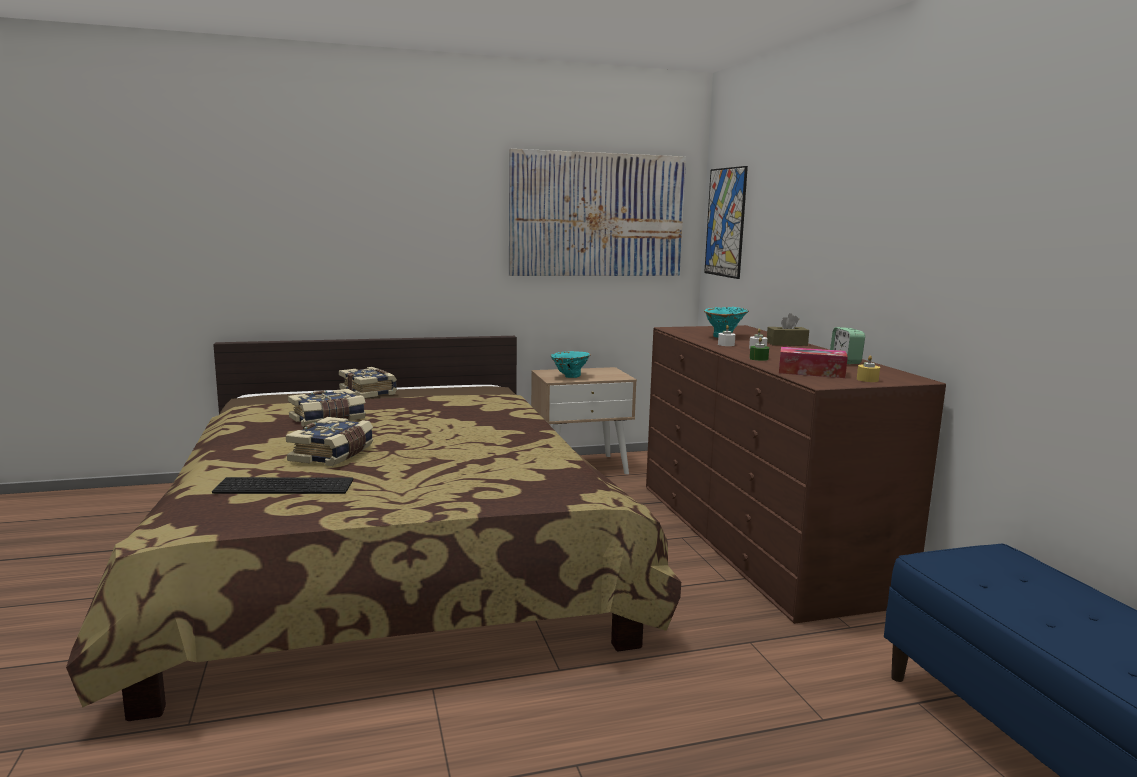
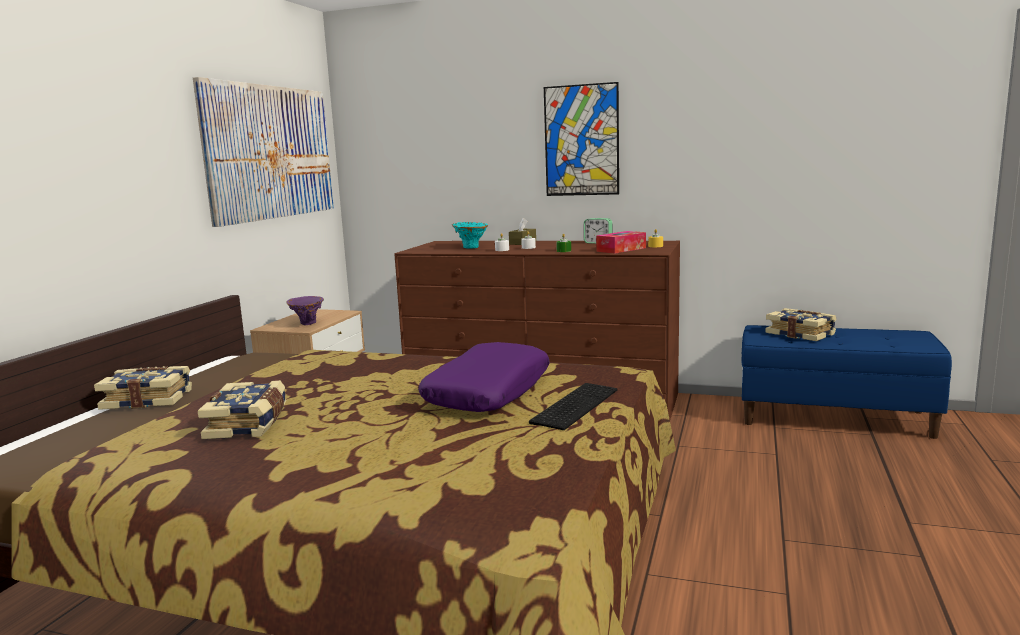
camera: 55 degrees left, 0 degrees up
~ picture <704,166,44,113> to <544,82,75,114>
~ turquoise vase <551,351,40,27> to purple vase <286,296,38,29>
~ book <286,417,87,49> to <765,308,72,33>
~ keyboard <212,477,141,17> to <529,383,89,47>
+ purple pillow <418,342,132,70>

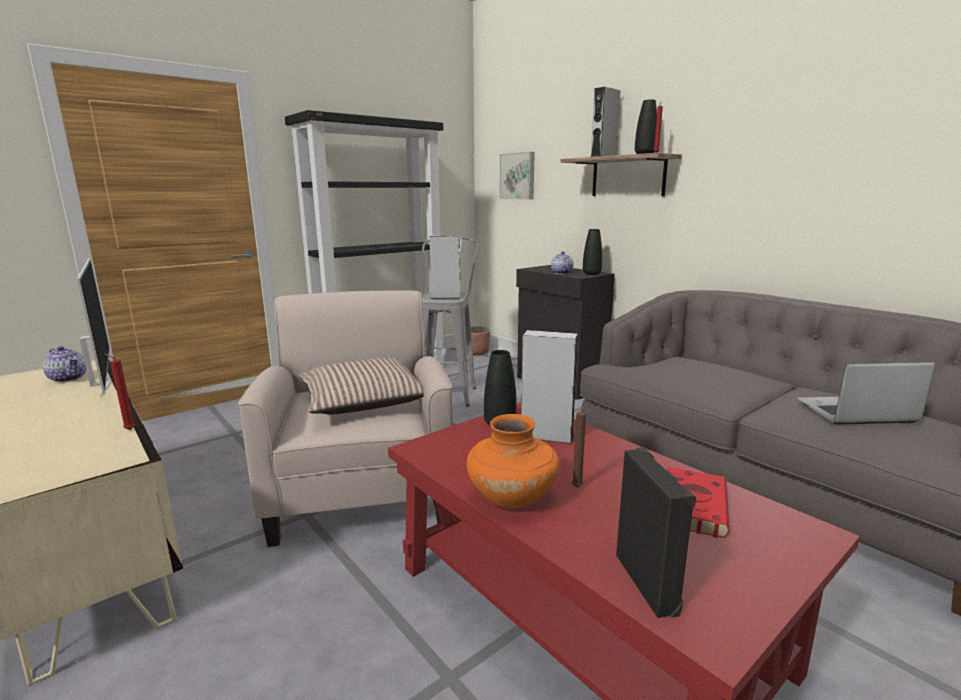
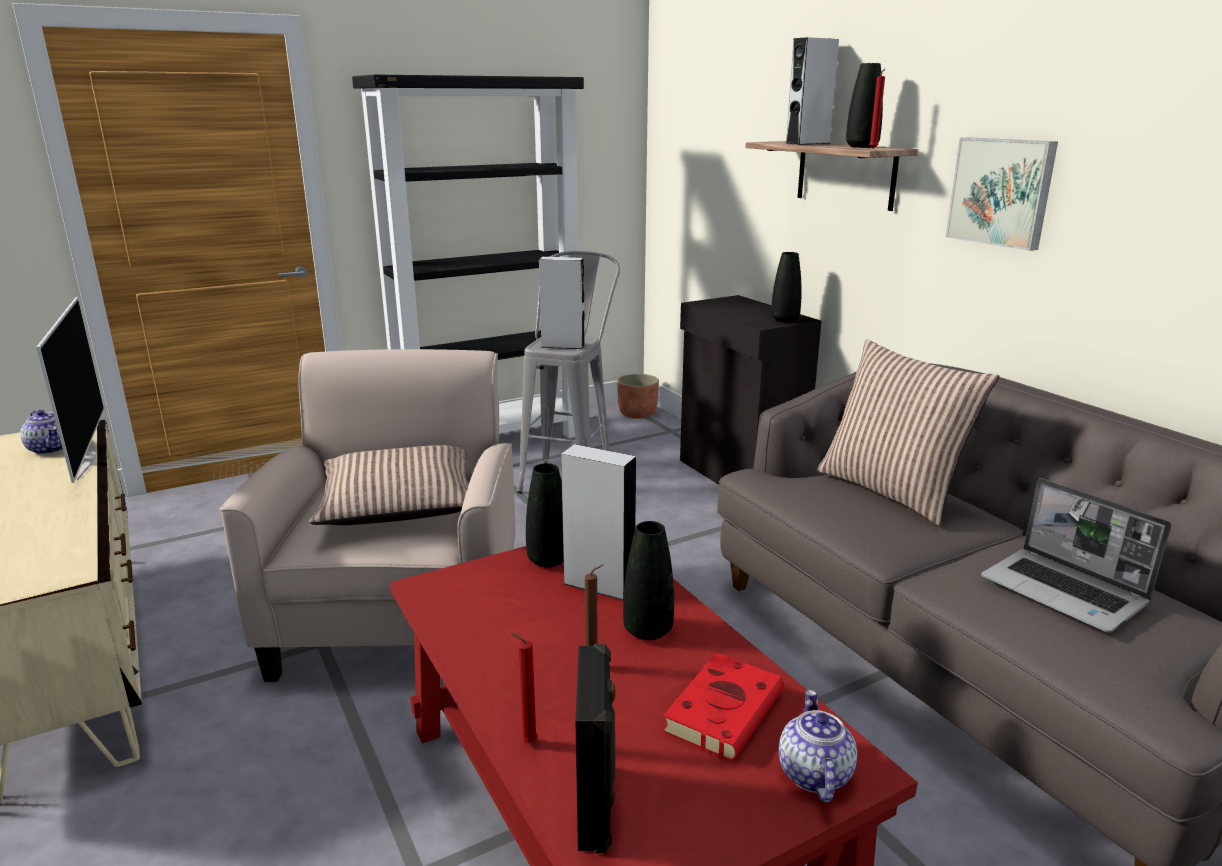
camera: 10 degrees right, 5 degrees up
~ picture <500,152,35,47> to <945,137,113,114>
~ teapot <551,251,23,23> to <779,690,78,112>
~ red candle <104,353,31,77> to <510,632,28,111>
~ laptop <797,362,139,63> = <981,478,190,154> 135 degrees counterclockwise
- orange vase <467,414,93,95>
+ pillow <817,339,182,187>
+ black vase <623,521,51,119>

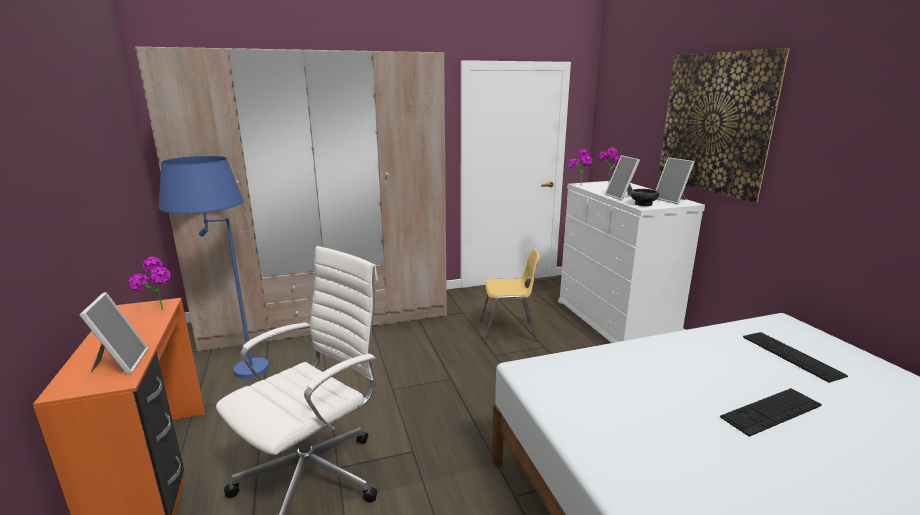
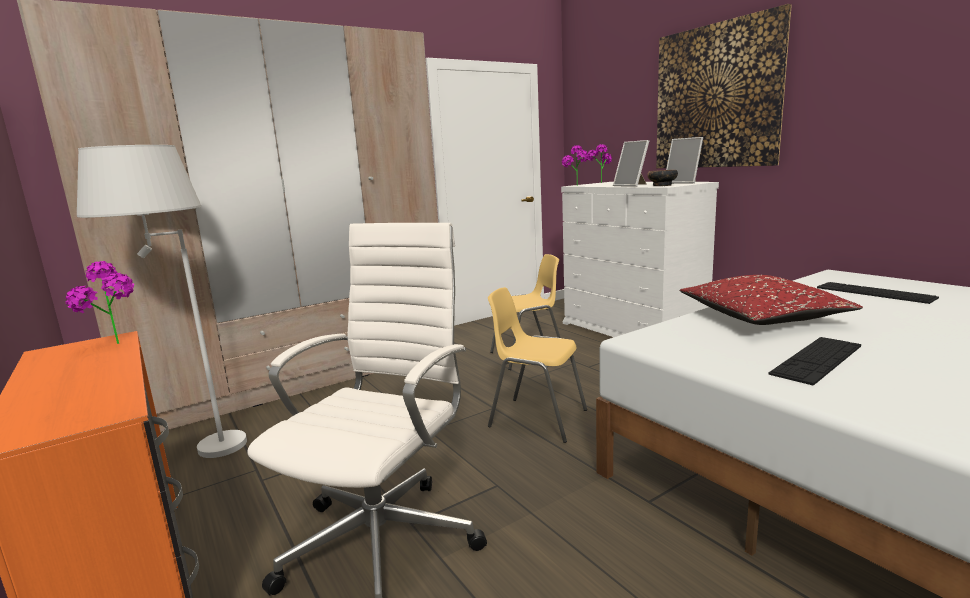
camera: 15 degrees left, 5 degrees down
~ blue floor lamp <159,156,110,223> to white floor lamp <77,145,170,313>
- picture frame <79,292,70,83>
~ keyboard <720,388,102,49> to <768,337,93,49>
+ red pillow <680,275,183,50>
+ yellow chair <488,287,99,156>

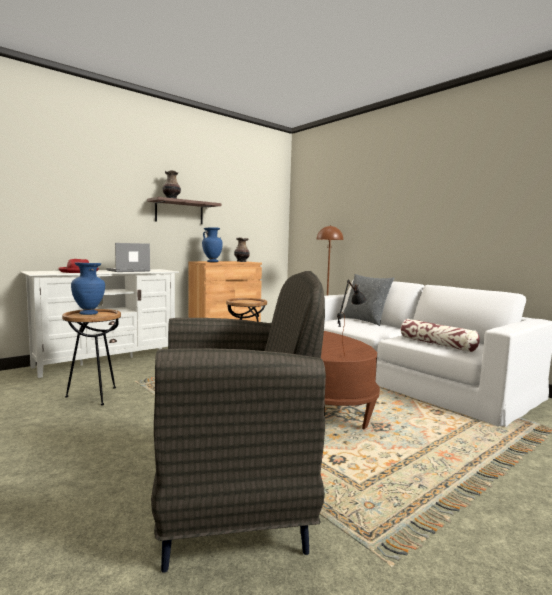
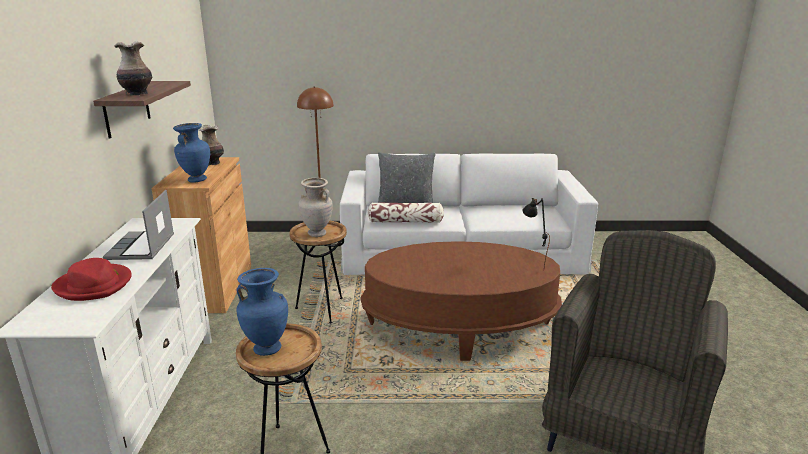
camera: 50 degrees left, 15 degrees up
~ pillow <401,319,79,33> to <368,203,76,20>
+ beige vase <298,178,35,59>

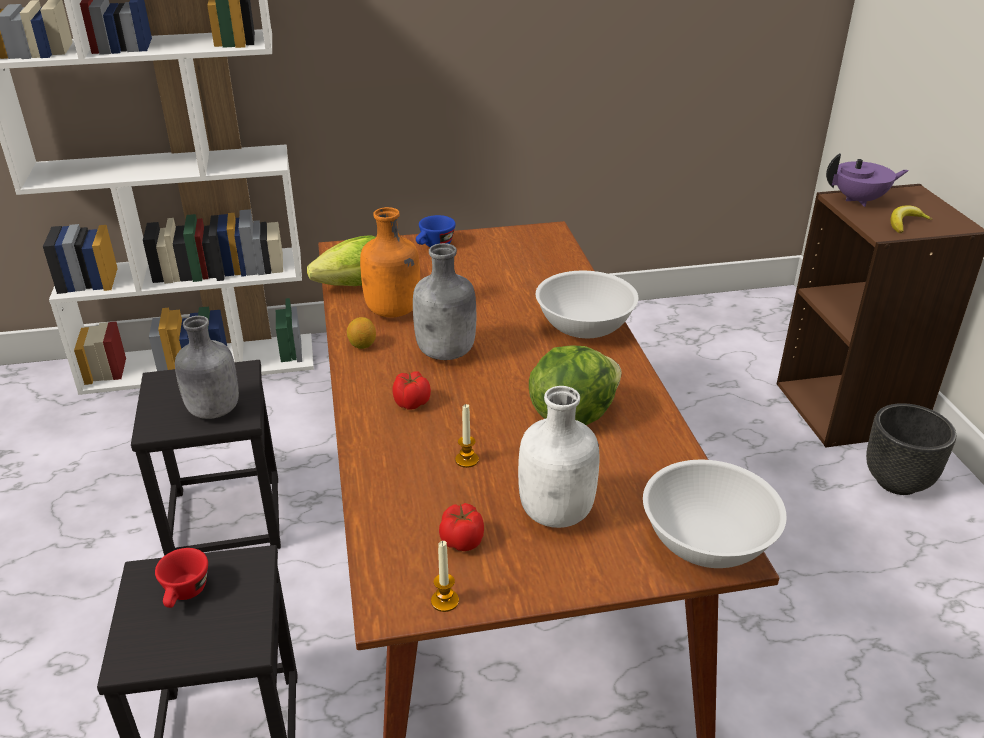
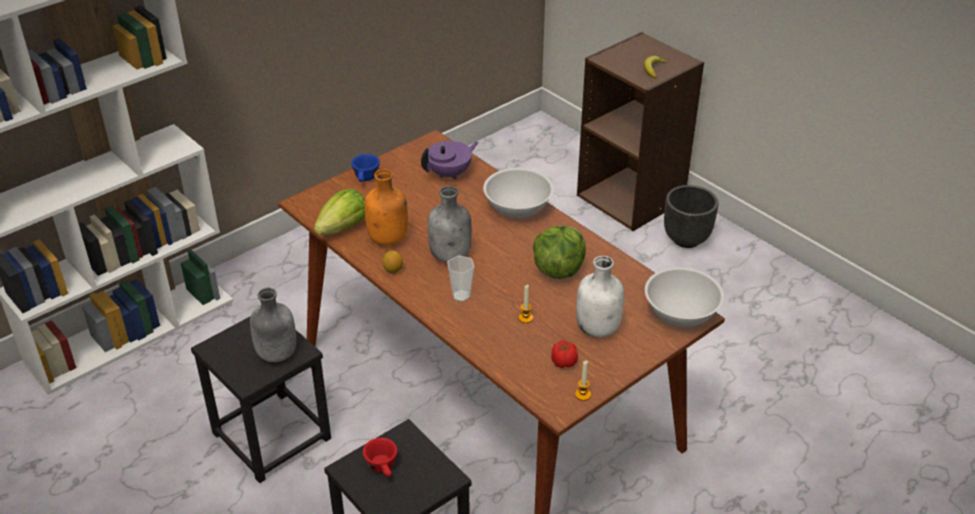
camera: 30 degrees left, 5 degrees up
~ purple teapot <826,154,83,53> to <421,141,58,39>
~ tomato <392,371,39,39> to cup <447,255,27,47>

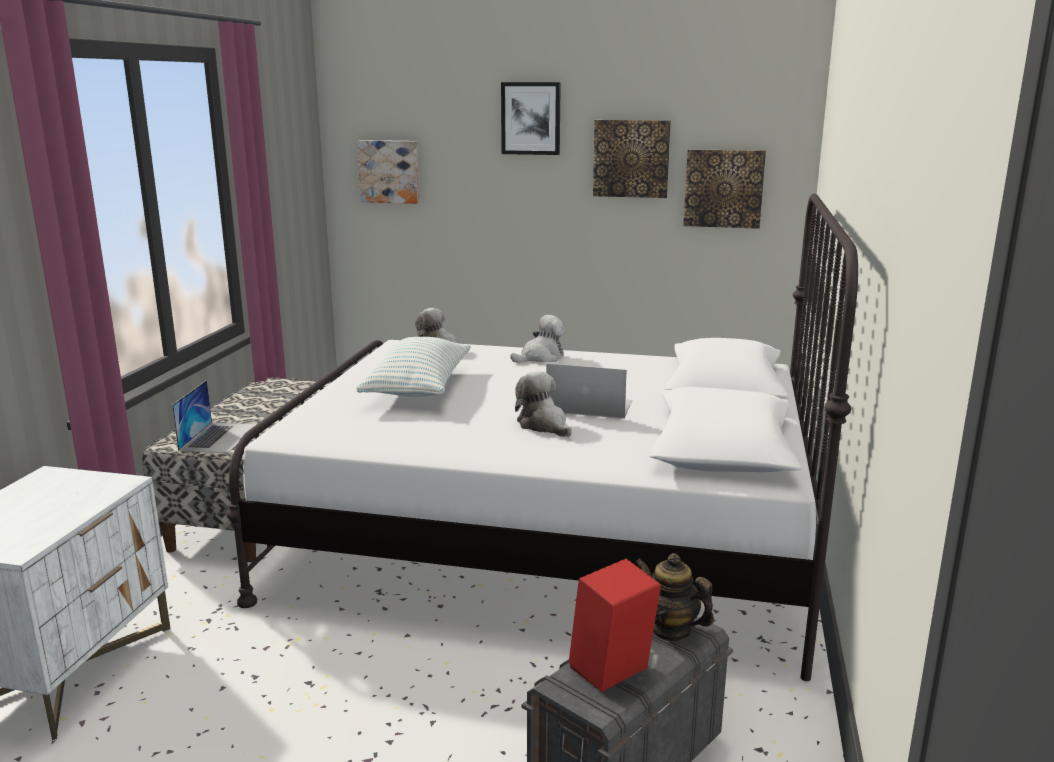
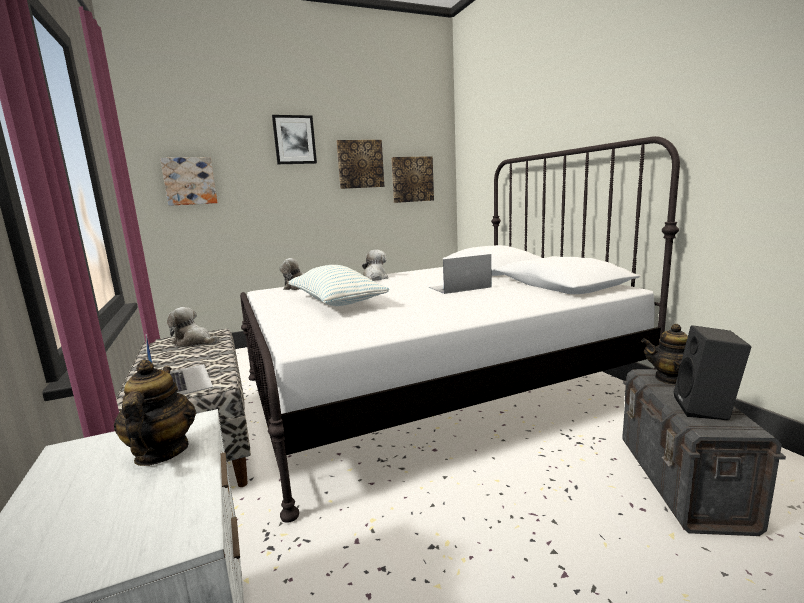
camera: 35 degrees left, 5 degrees down
~ plush toy <515,371,57,66> to <167,307,51,40>
~ red speaker <569,559,92,133> to black speaker <674,325,77,95>
+ teapot <114,360,82,106>

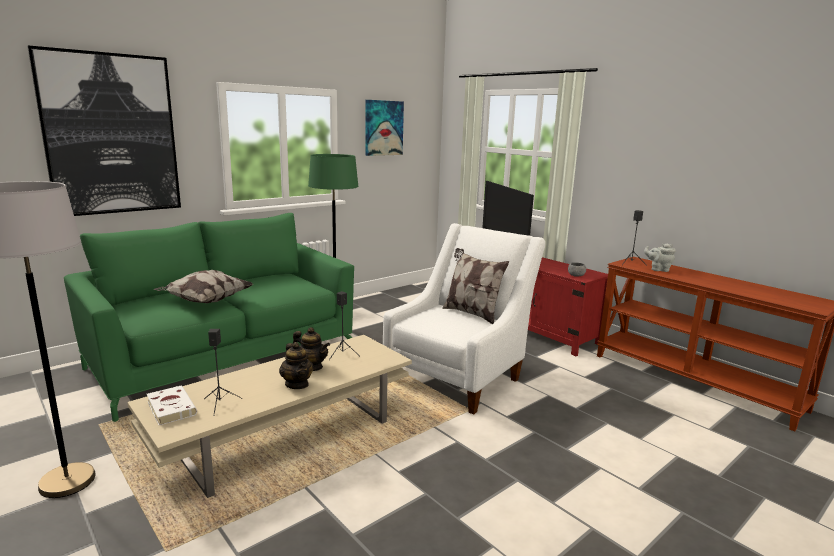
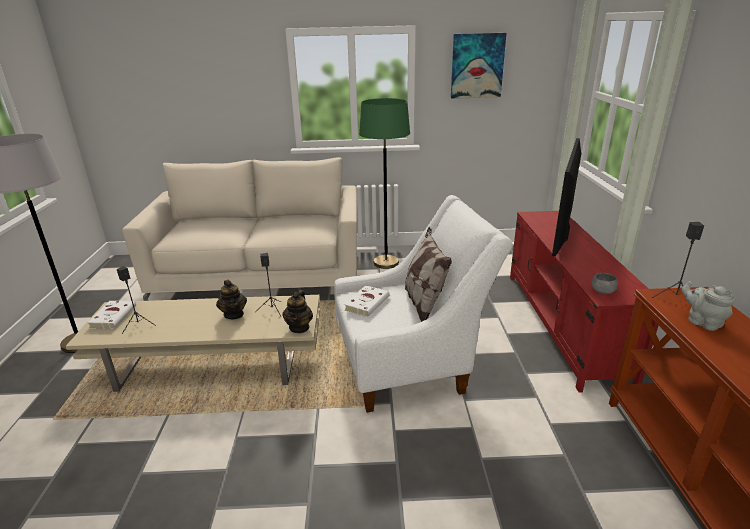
camera: 40 degrees right, 10 degrees up
- picture <27,45,154,171>
~ green sofa <64,213,290,209> to beige sofa <122,157,235,144>
- pillow <153,270,100,33>
~ teapot <279,342,35,47> to <282,290,31,43>
+ white book <344,285,46,32>

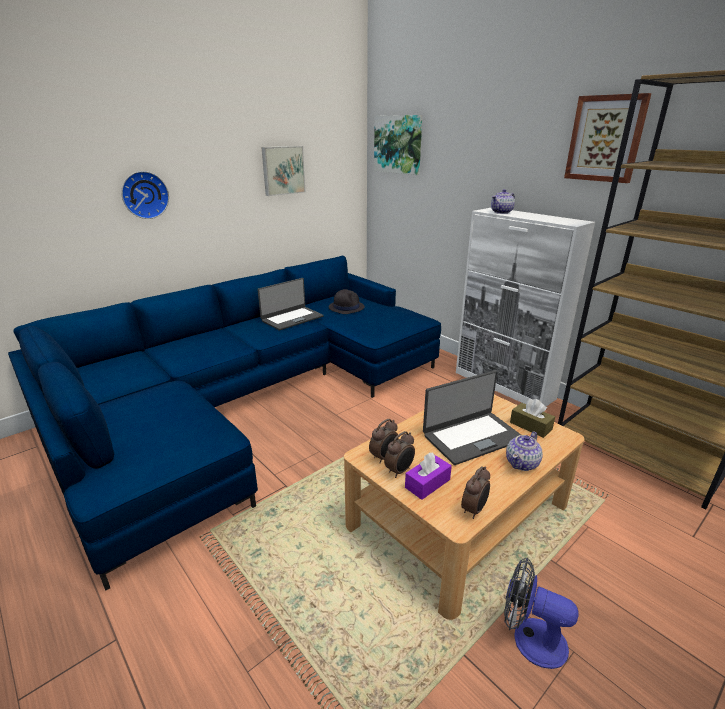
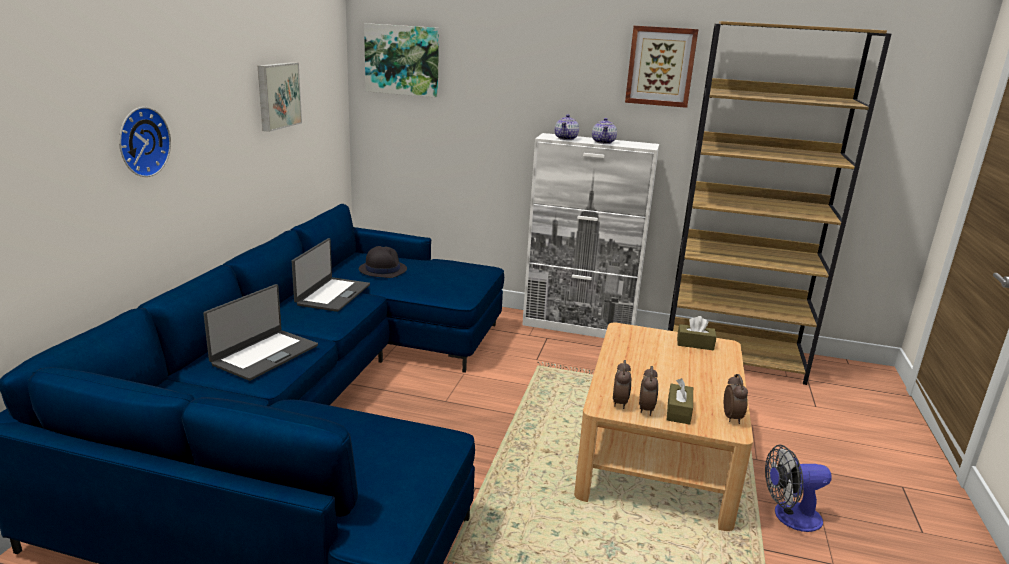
camera: 35 degrees left, 5 degrees down
~ laptop <423,370,98,95> to <203,284,115,97>
~ teapot <506,431,37,40> to <592,118,25,26>
~ purple tissue box <405,452,47,48> to brown tissue box <667,378,26,47>

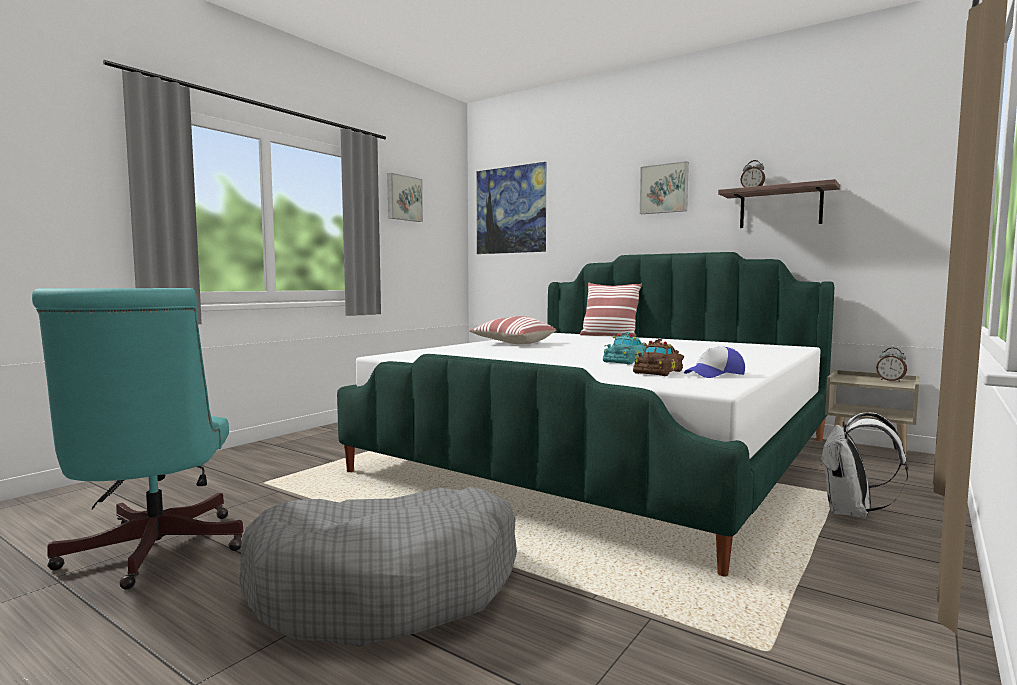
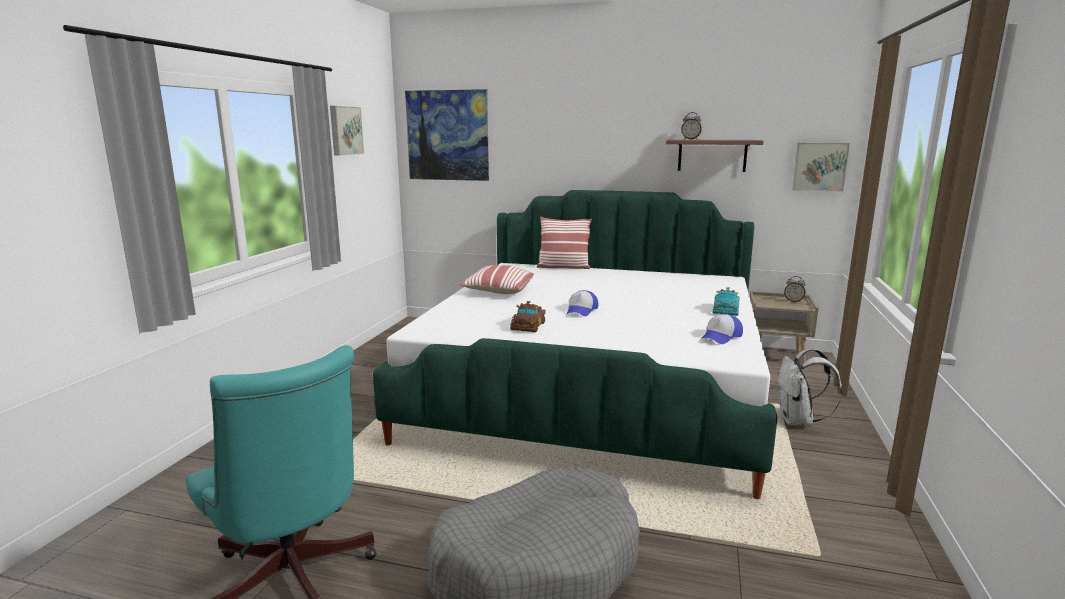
camera: 20 degrees left, 10 degrees up
~ picture <640,161,49,53> to <792,143,58,49>
~ turquoise toy car <603,332,43,33> to <713,287,27,29>
~ brown toy car <633,339,51,37> to <510,301,36,31>
+ cap <567,290,31,26>

